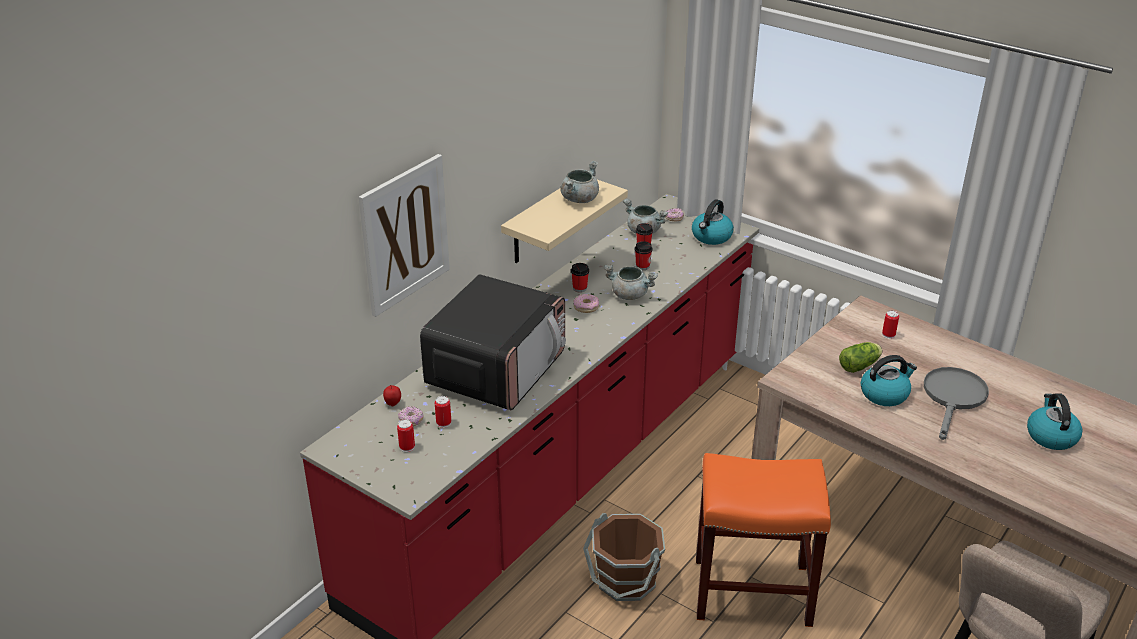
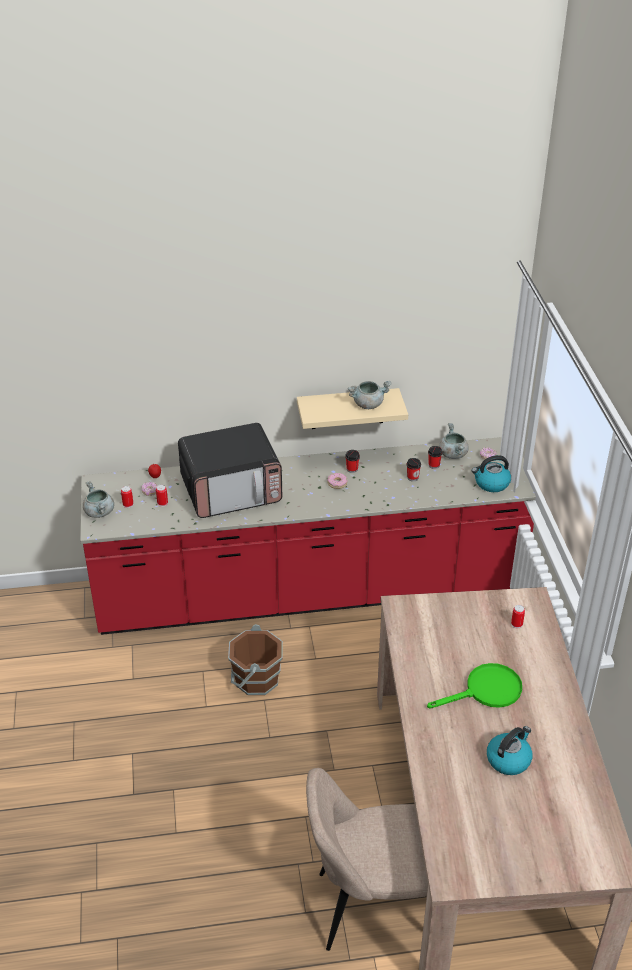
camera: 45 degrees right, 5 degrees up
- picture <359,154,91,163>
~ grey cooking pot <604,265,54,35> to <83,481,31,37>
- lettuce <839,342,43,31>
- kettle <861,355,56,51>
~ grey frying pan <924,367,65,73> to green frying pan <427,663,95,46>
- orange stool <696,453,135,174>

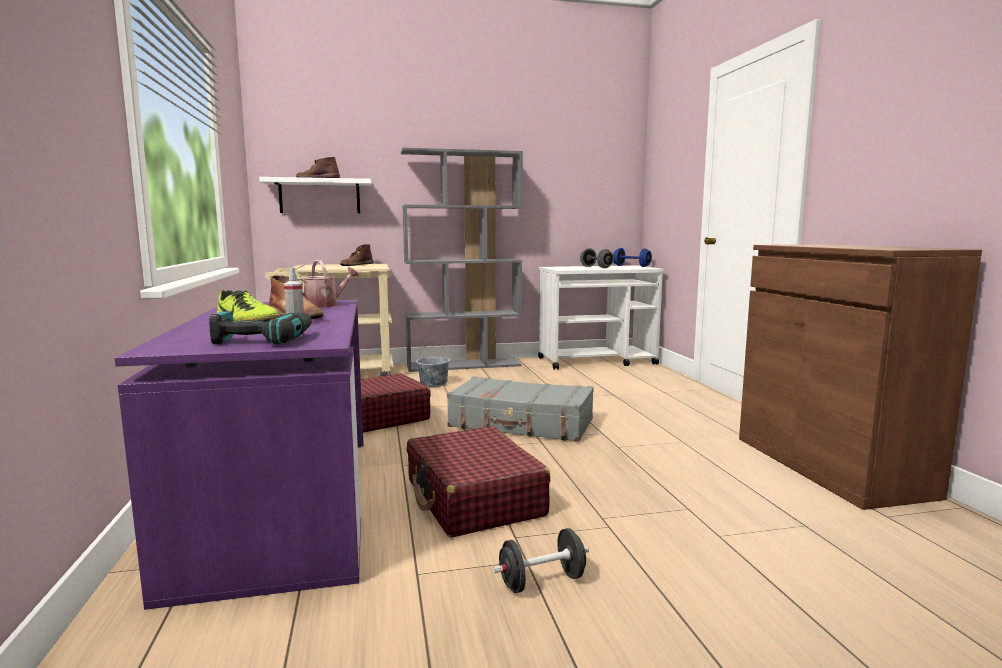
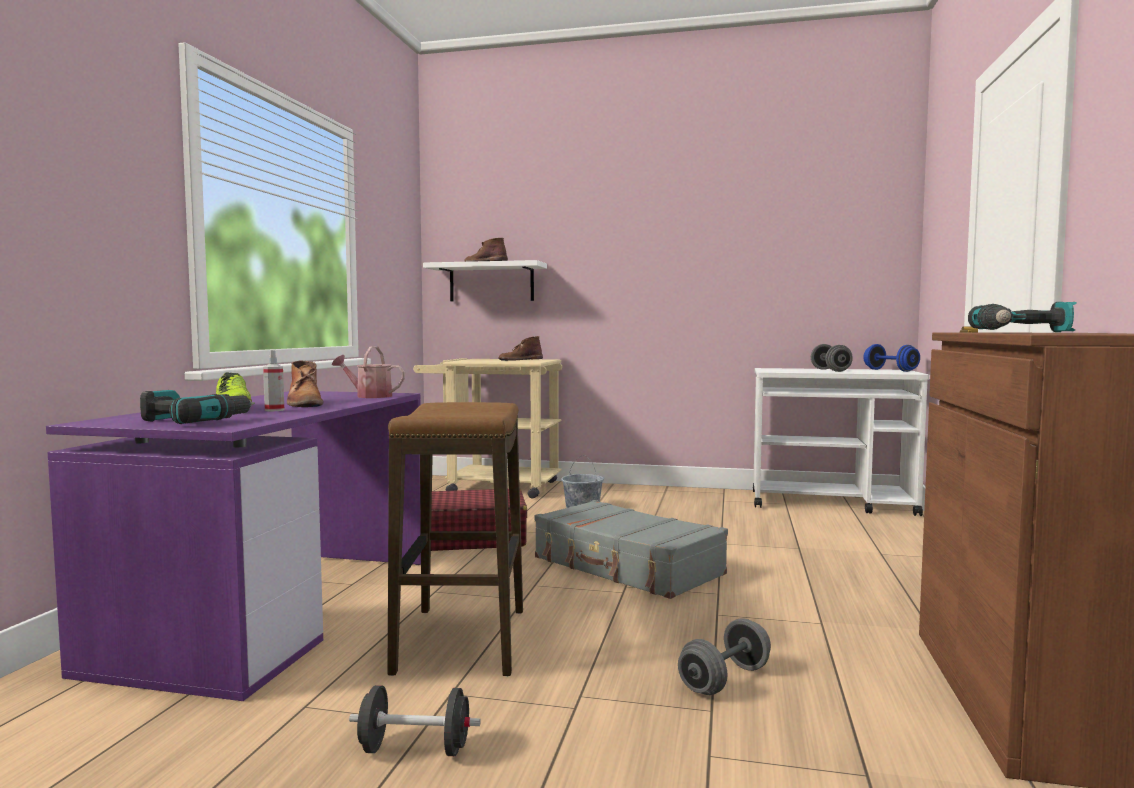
camera: 25 degrees right, 5 degrees down
- grey bookcase <401,148,122,224>
~ watering can <297,260,62,48> = <332,346,73,52> 150 degrees counterclockwise
~ red suitcase <407,426,143,112> to stool <387,402,136,275>
+ power drill <968,302,109,30>
+ grey dumbbell <678,618,93,77>

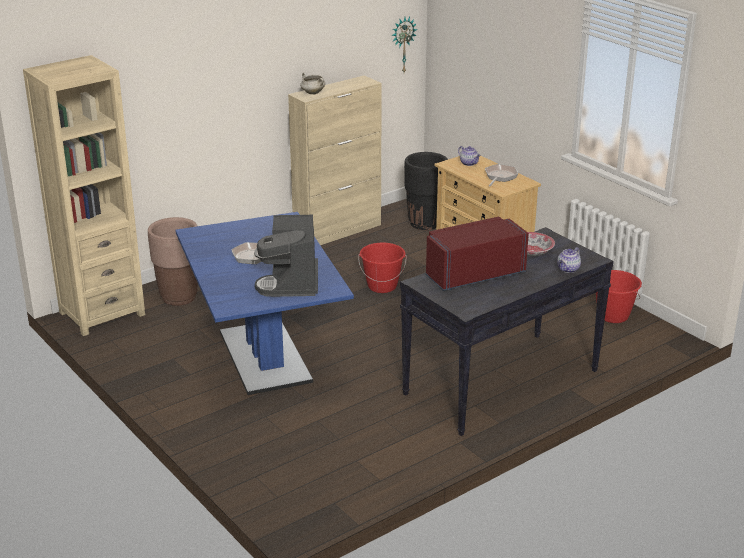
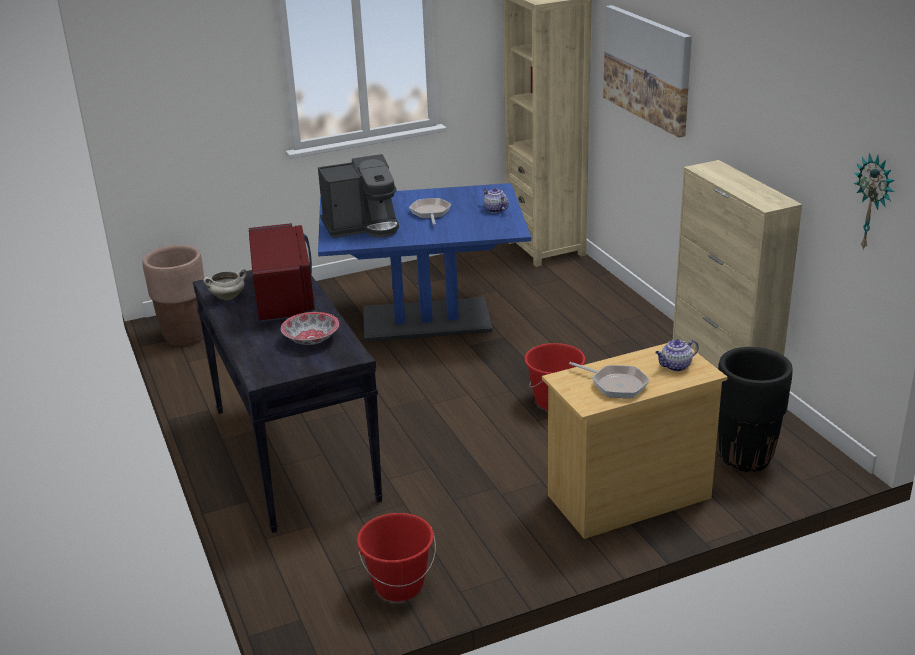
camera: 105 degrees right, 0 degrees up
~ white cooking pot <300,72,25,22> to <203,268,44,32>
~ coffee machine <254,215,64,82> = <318,154,81,84> 150 degrees clockwise
~ brown planter <148,217,50,88> to <142,245,62,102>
~ teapot <557,247,24,26> to <483,188,26,25>
+ picture <603,5,89,133>

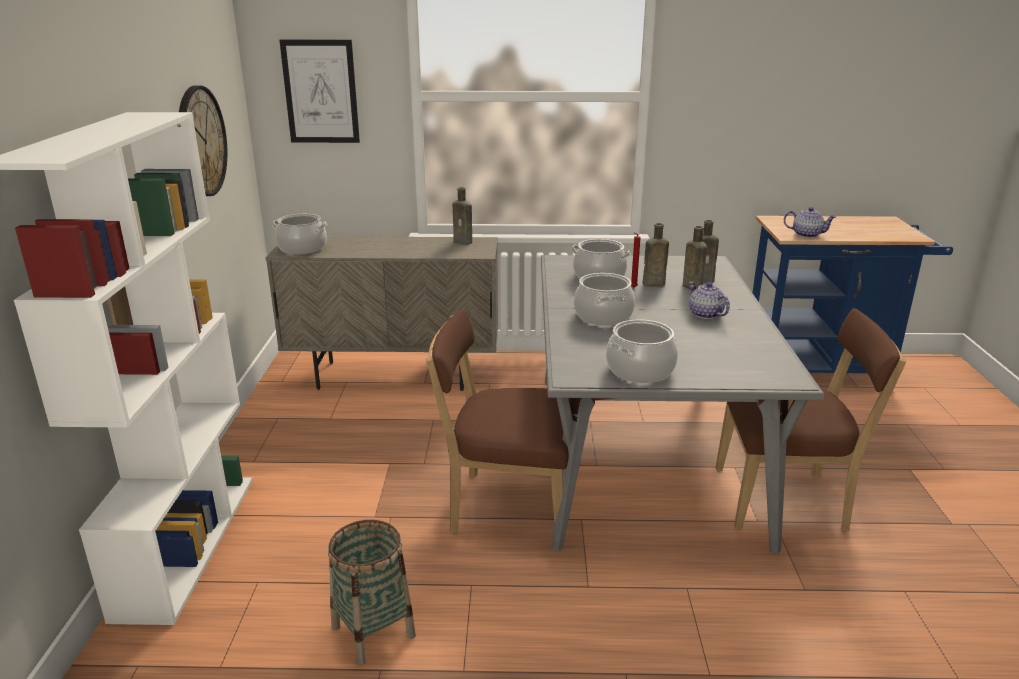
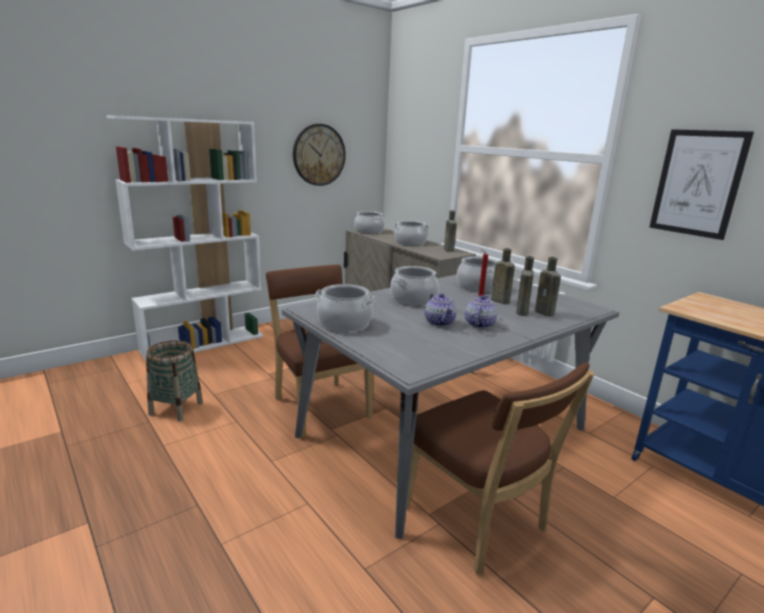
camera: 50 degrees right, 5 degrees down
~ picture <279,40,81,103> to <649,129,105,111>
~ teapot <784,207,52,31> to <425,293,32,34>
+ cooking pot <393,220,37,26>

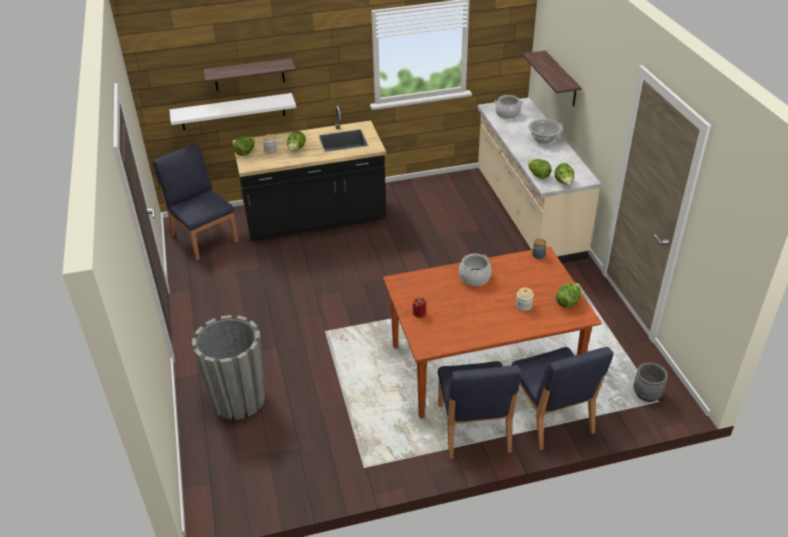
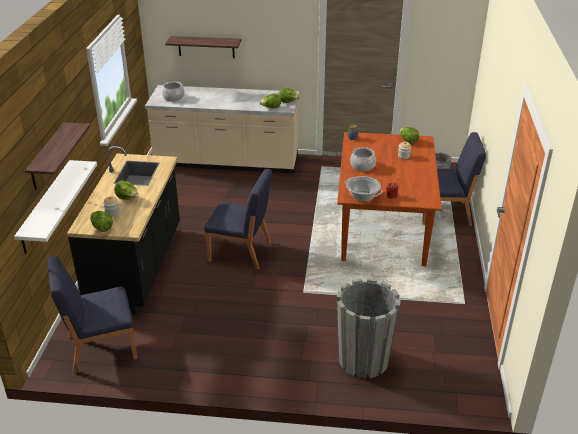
camera: 70 degrees left, 5 degrees down
~ cooking pot <528,119,35,25> to <344,176,39,26>
~ blue chair <438,361,83,98> to <204,169,68,101>

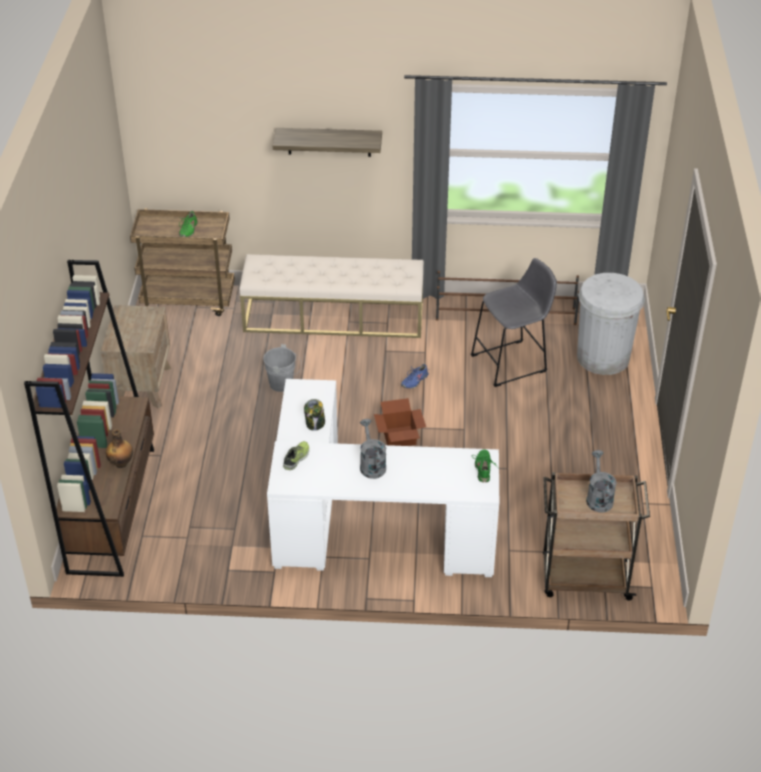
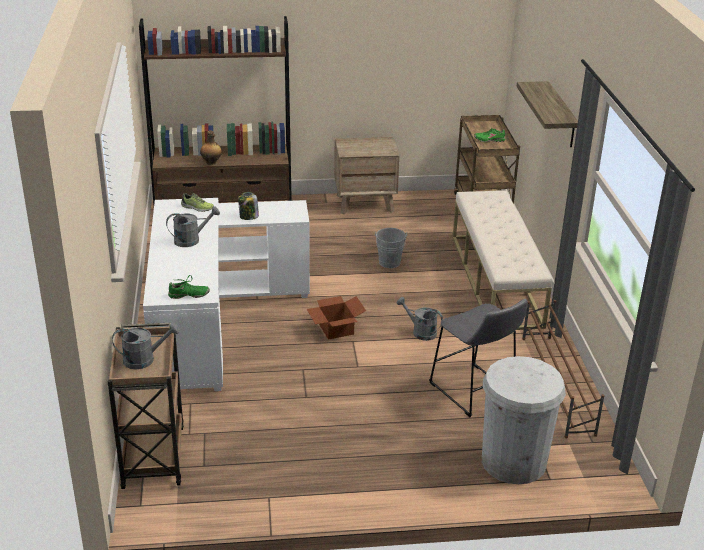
camera: 80 degrees right, 10 degrees down
~ blue shoe <401,363,28,26> to grey watering can <396,297,47,44>

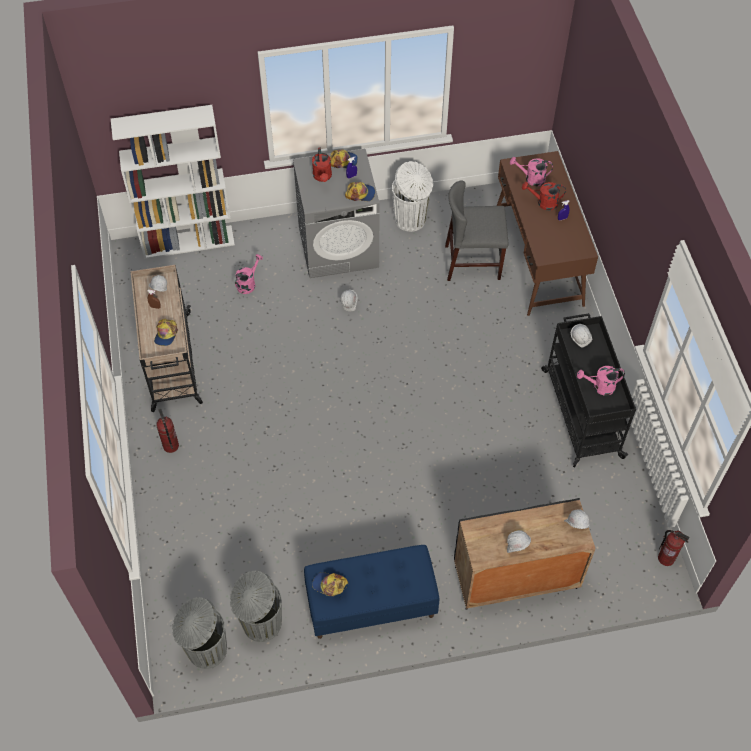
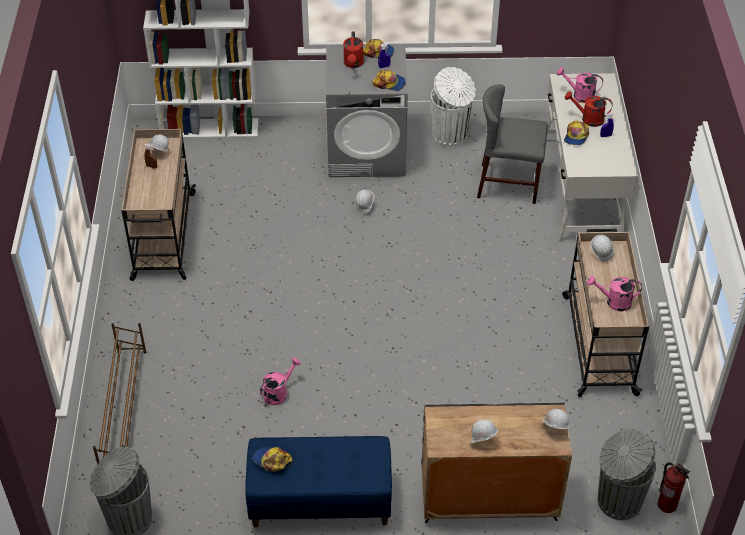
camera: 10 degrees right, 10 degrees down
~ brown desk <497,151,101,165> to white desk <547,73,91,169>
~ pink watering can <235,254,28,40> to <260,358,41,47>
~ black cart <541,313,95,154> to beige cart <562,229,87,168>
~ cap <154,319,24,27> to <564,120,25,25>
- fire extinguisher <156,409,23,44>
~ grey trash can <230,571,52,71> to <598,428,58,92>
+ brown shoe rack <93,323,53,142>

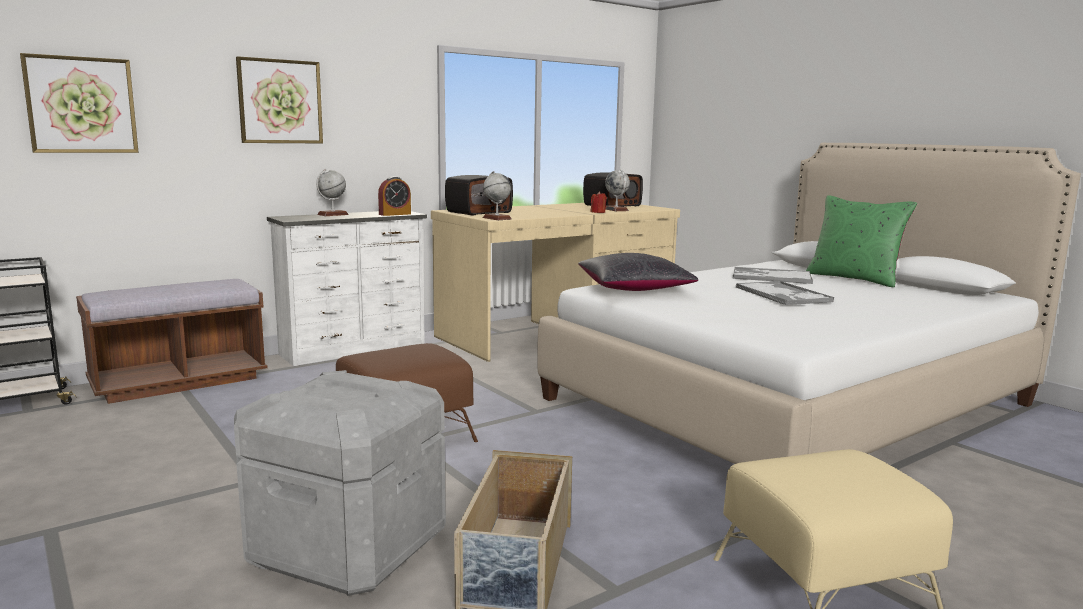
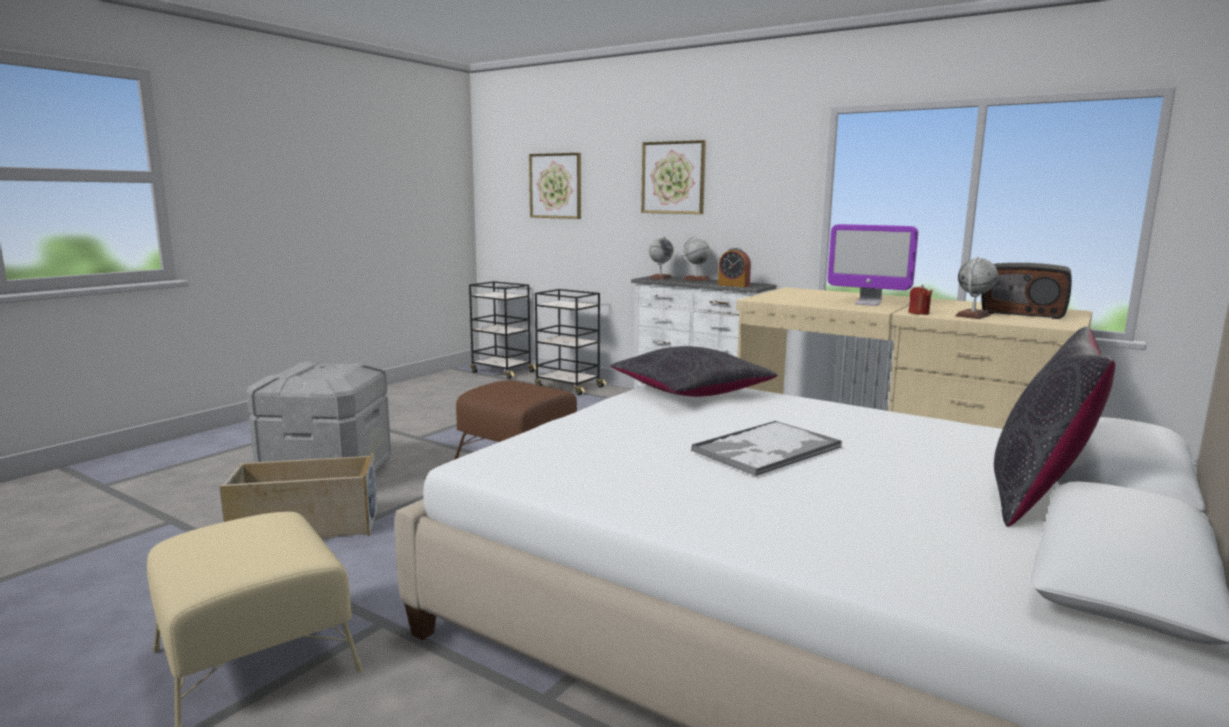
camera: 70 degrees right, 0 degrees up
~ globe <483,171,29,49> to <649,236,25,44>
- radio <445,175,68,40>
~ green pillow <806,195,111,92> to black pillow <994,327,121,200>
- tray <733,267,80,17>
~ brown bench <76,279,191,125> to black cart <535,289,71,106>
+ monitor <827,224,91,82>

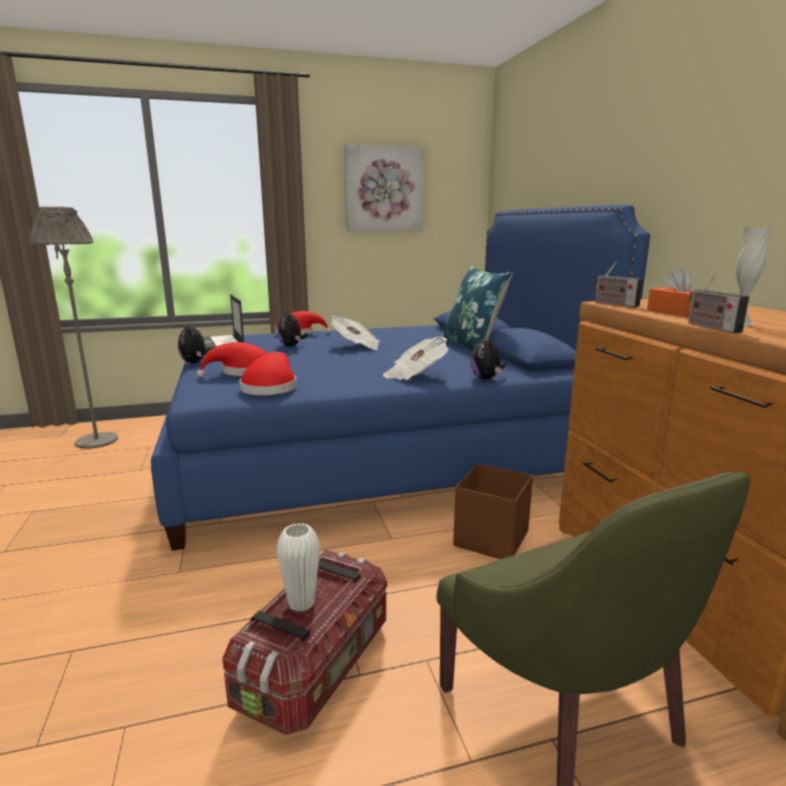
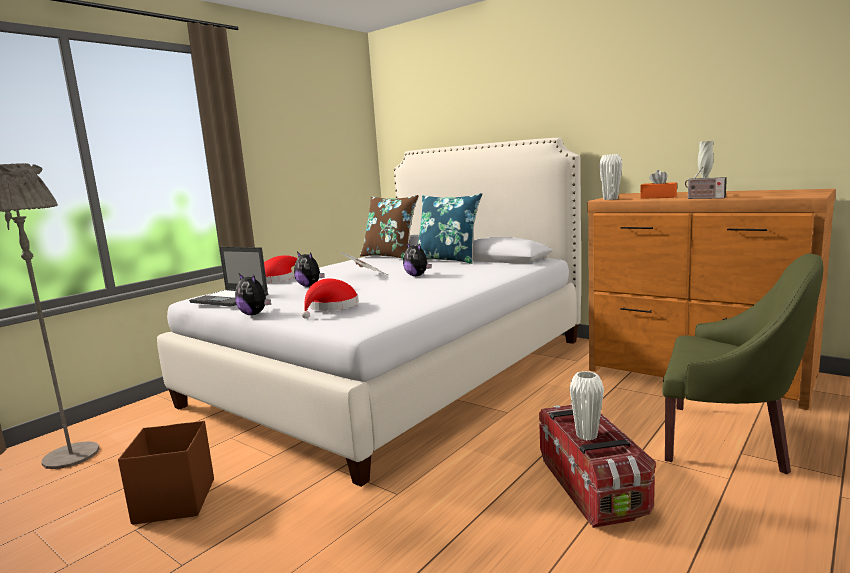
camera: 35 degrees left, 5 degrees down
- picture <344,144,80,87>
~ blue bed <151,205,499,346> to white bed <157,138,424,349>
~ radio <594,262,49,45> to white vase <599,154,24,46>
~ plush toy <471,334,35,45> to <403,242,29,34>
- newspaper <383,337,65,43>
- red hat <240,352,57,43>
~ brown storage box <453,463,80,96> to <118,421,96,104>
+ brown pillow <360,195,59,64>

